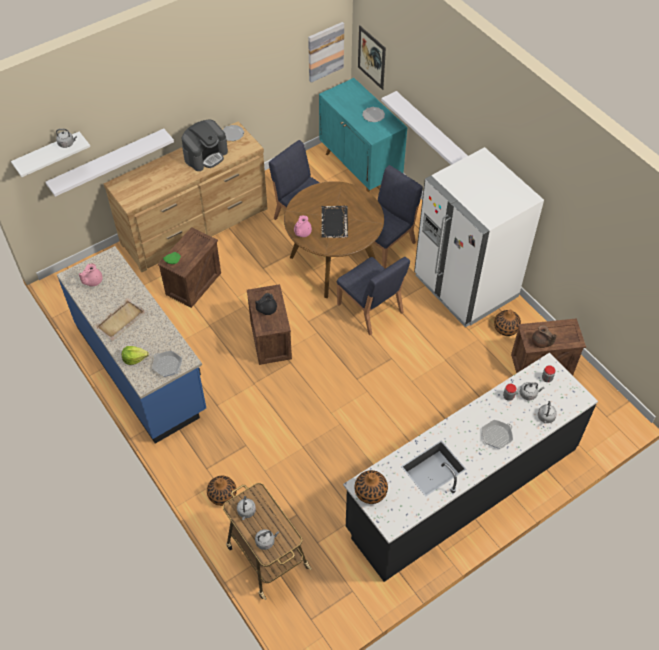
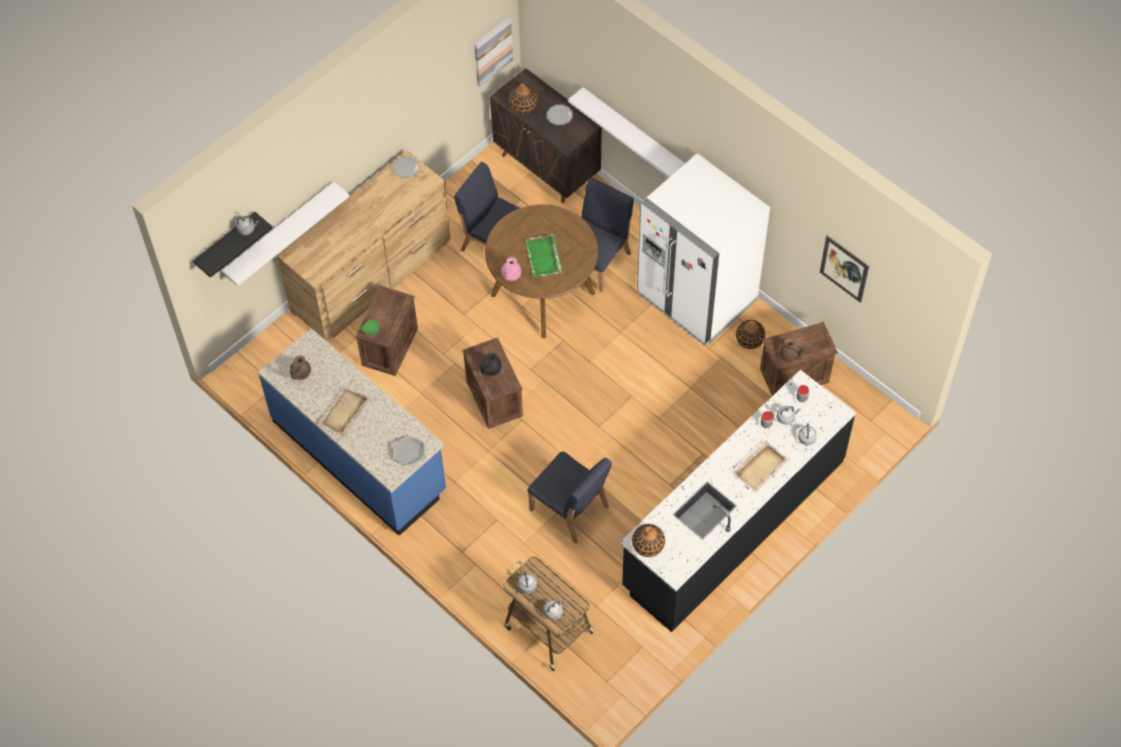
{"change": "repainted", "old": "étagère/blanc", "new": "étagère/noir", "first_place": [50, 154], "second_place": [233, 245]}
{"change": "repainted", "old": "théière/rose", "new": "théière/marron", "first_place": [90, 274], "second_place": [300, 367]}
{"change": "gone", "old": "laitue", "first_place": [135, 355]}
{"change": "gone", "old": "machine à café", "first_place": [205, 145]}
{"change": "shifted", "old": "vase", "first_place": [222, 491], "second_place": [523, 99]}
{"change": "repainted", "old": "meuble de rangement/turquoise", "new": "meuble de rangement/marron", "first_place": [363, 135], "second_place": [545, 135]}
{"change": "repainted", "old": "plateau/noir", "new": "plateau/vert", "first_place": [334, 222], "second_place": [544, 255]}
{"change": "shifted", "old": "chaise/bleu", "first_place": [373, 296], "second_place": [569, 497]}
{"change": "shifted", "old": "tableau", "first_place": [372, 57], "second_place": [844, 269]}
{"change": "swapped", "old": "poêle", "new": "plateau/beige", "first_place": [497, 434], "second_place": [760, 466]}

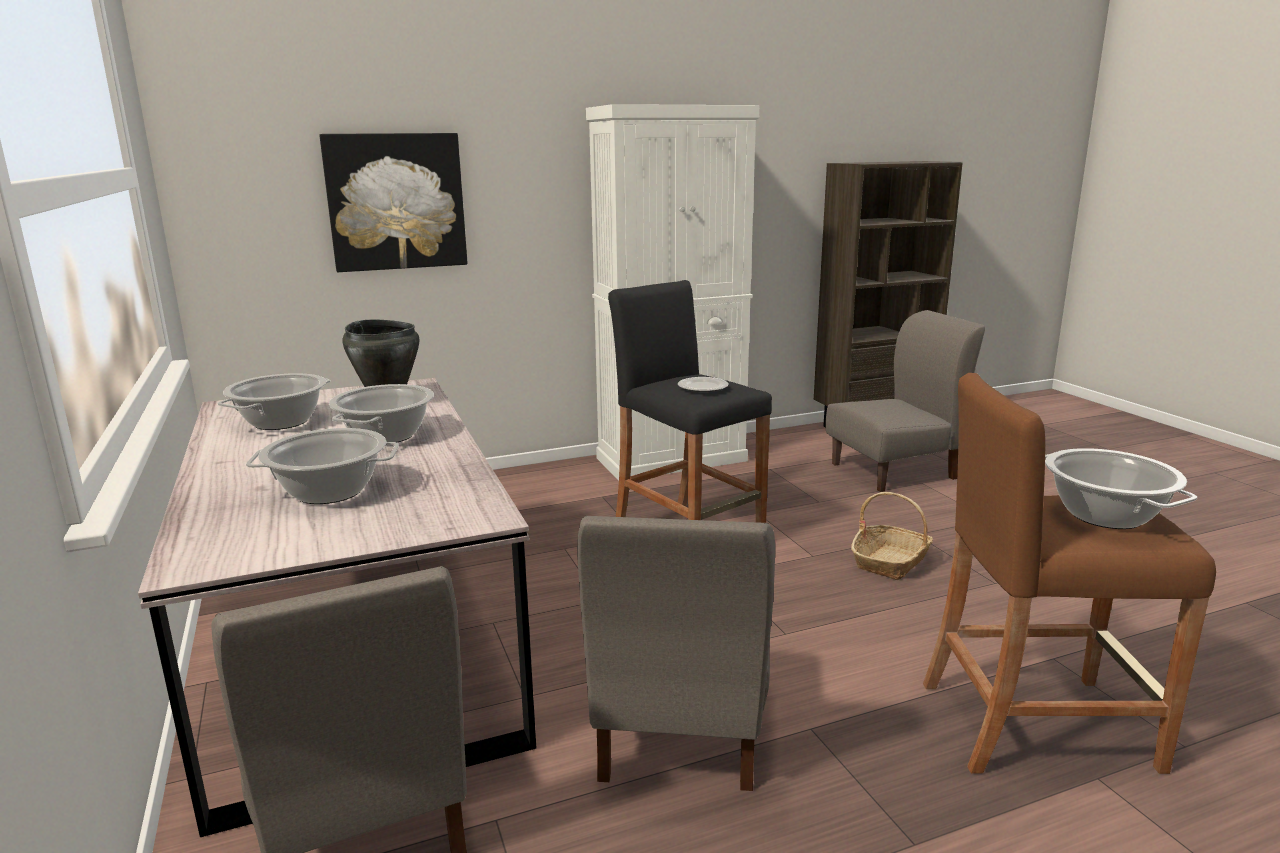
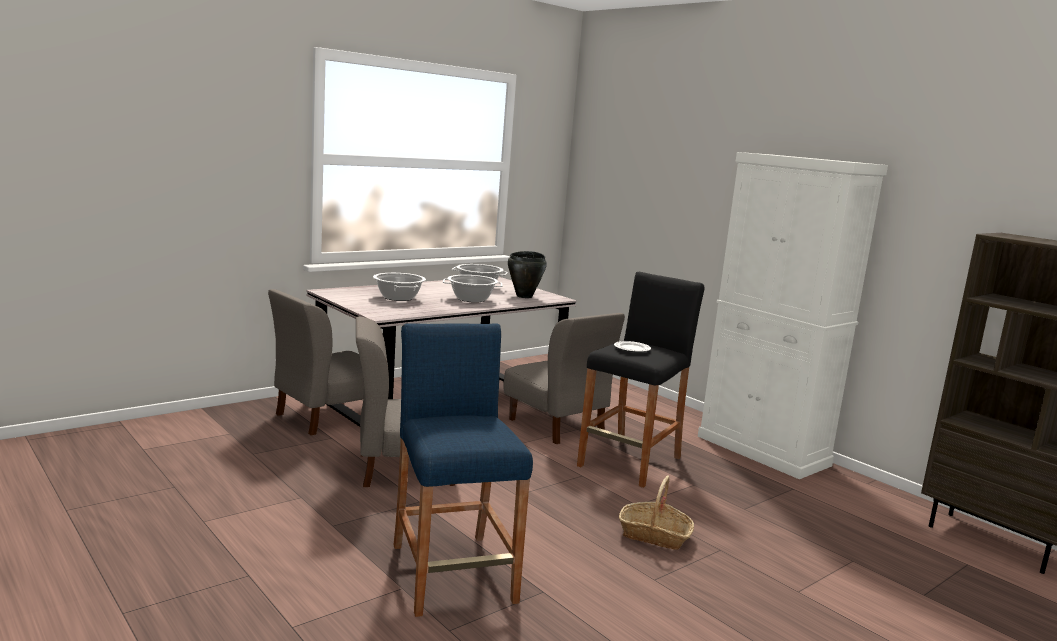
{"change": "gone", "old": "tableau", "first_place": [393, 202]}
{"change": "shifted", "old": "chaise/gris", "first_place": [905, 401], "second_place": [564, 378]}
{"change": "repainted", "old": "tabouret/marron", "new": "tabouret/bleu", "first_place": [1069, 573], "second_place": [463, 470]}
{"change": "gone", "old": "marmite", "first_place": [1121, 488]}

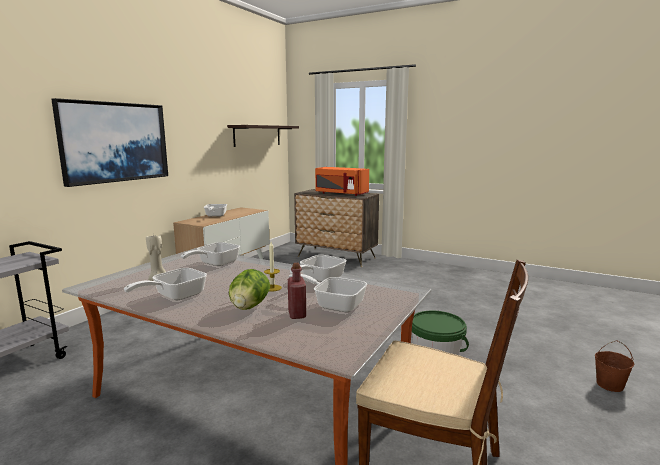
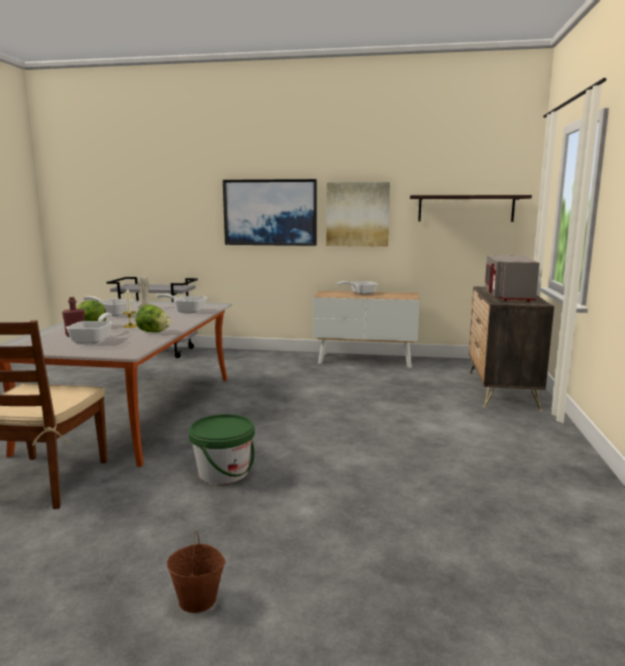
{"change": "swapped", "old": "poêle", "new": "laitue", "first_place": [318, 268], "second_place": [153, 319]}
{"change": "repainted", "old": "micro-ondes/orange", "new": "micro-ondes/gris", "first_place": [342, 181], "second_place": [512, 278]}
{"change": "new", "new": "tableau", "second_place": [358, 214]}

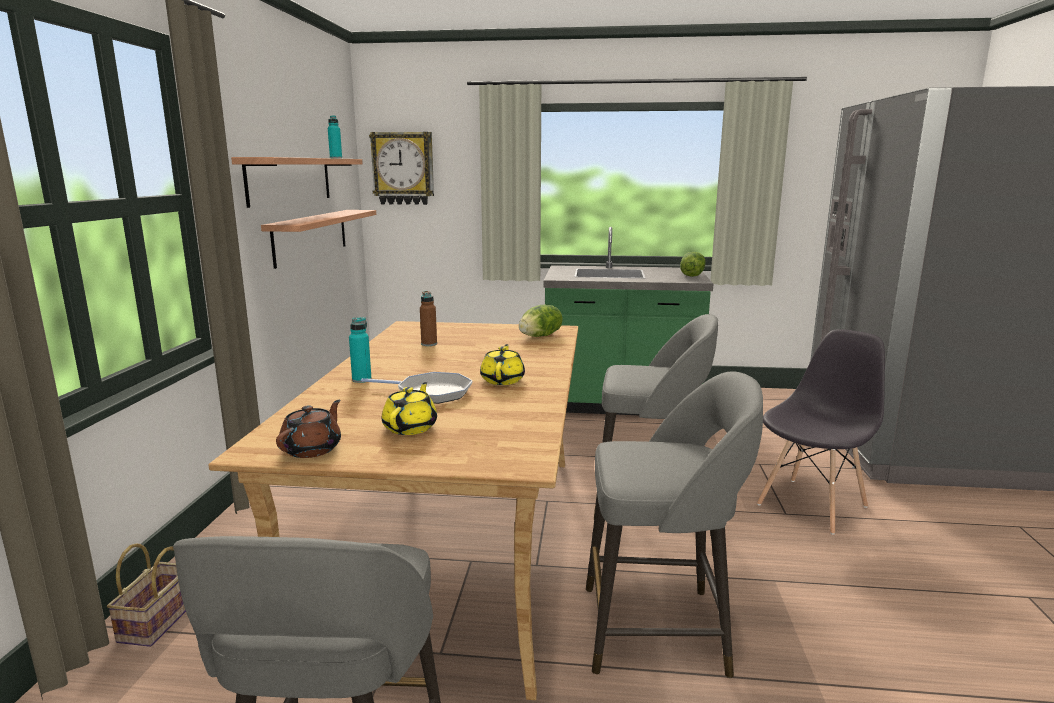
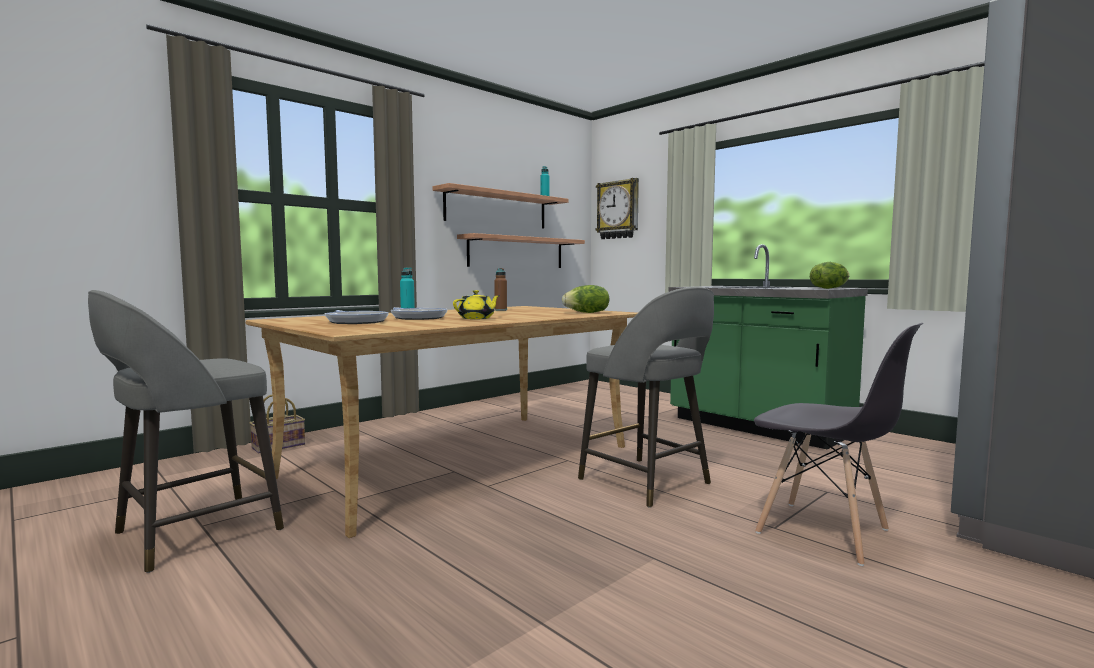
{"change": "gone", "old": "théière/marron", "first_place": [308, 429]}
{"change": "swapped", "old": "théière/jaune", "new": "poêle", "first_place": [409, 408], "second_place": [357, 317]}
{"change": "gone", "old": "tabouret/gris", "first_place": [674, 525]}
{"change": "rotated", "old": "chaise/gris", "first_place": [821, 432], "second_place": [838, 444], "degrees": 45}

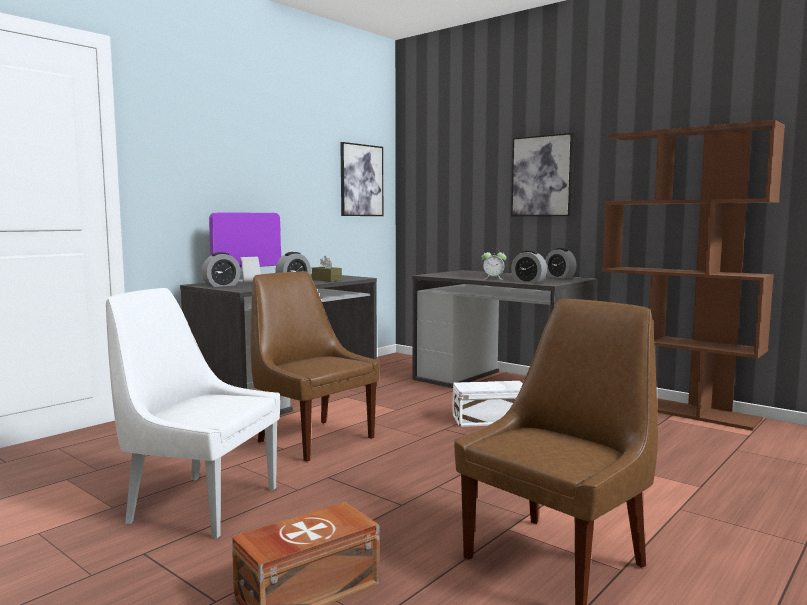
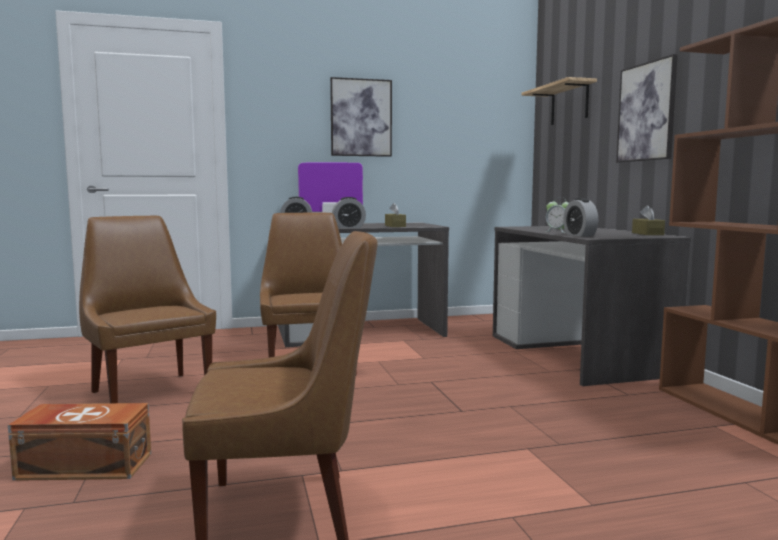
{"change": "repainted", "old": "chaise/blanc", "new": "chaise/marron", "first_place": [193, 413], "second_place": [147, 309]}
{"change": "shifted", "old": "tableau", "first_place": [361, 179], "second_place": [361, 117]}
{"change": "gone", "old": "boîte de rangement/blanc", "first_place": [487, 404]}
{"change": "swapped", "old": "réveil", "new": "boîte à mouchoirs/marron", "first_place": [561, 263], "second_place": [648, 220]}
{"change": "new", "new": "étagère", "second_place": [559, 101]}

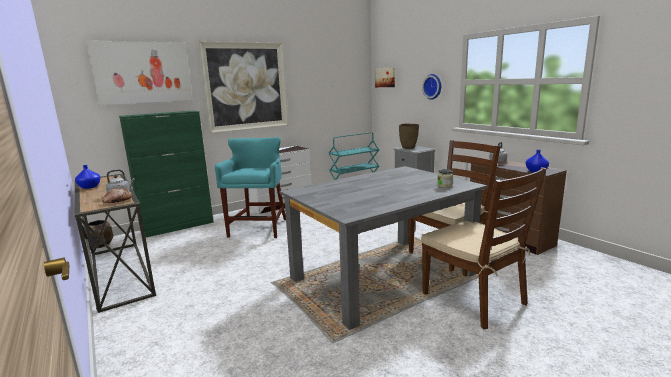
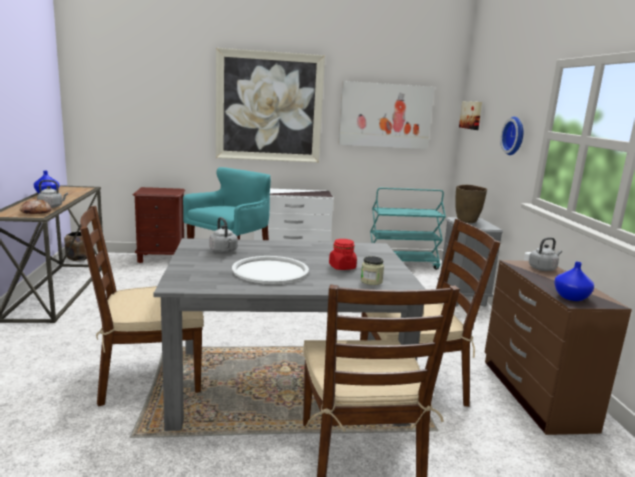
{"change": "shifted", "old": "tableau", "first_place": [139, 73], "second_place": [386, 115]}
{"change": "swapped", "old": "meuble de rangement/vert", "new": "table de chevet/marron", "first_place": [166, 174], "second_place": [159, 225]}
{"change": "new", "new": "chaise/marron", "second_place": [142, 306]}
{"change": "new", "new": "bouilloire/gris", "second_place": [223, 235]}
{"change": "new", "new": "plateau/blanc", "second_place": [270, 270]}
{"change": "new", "new": "bocal/rouge", "second_place": [343, 254]}

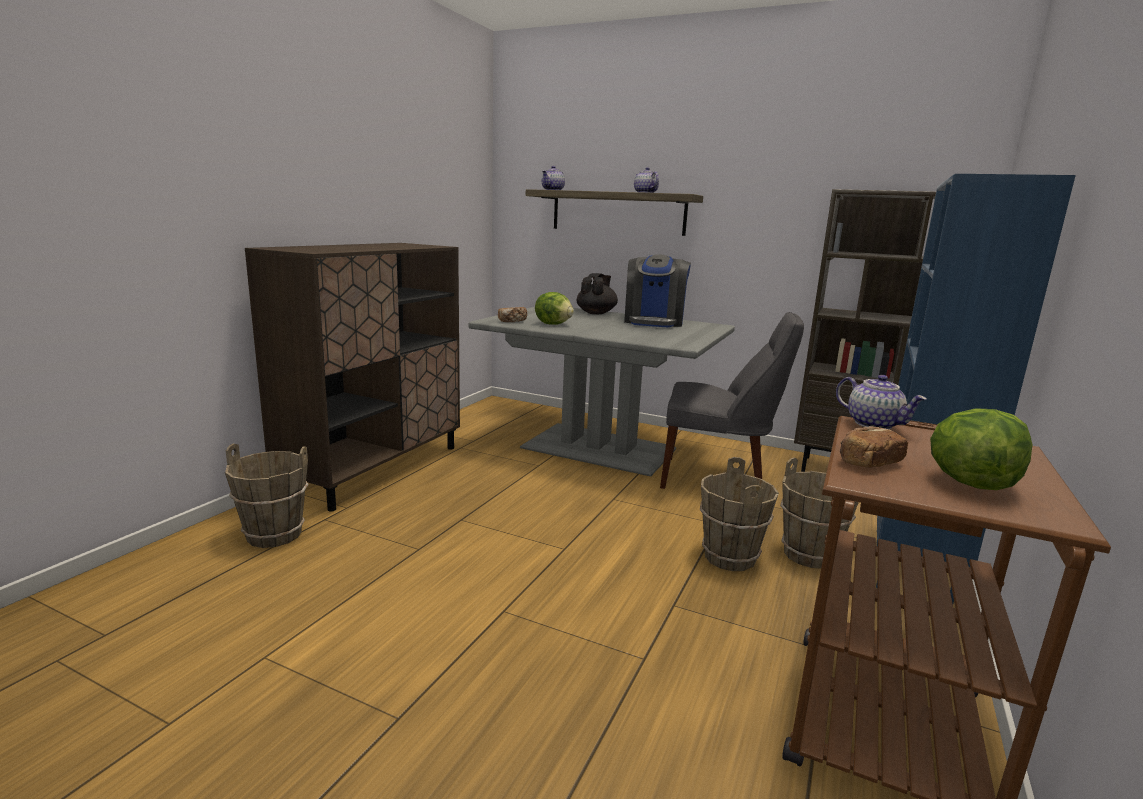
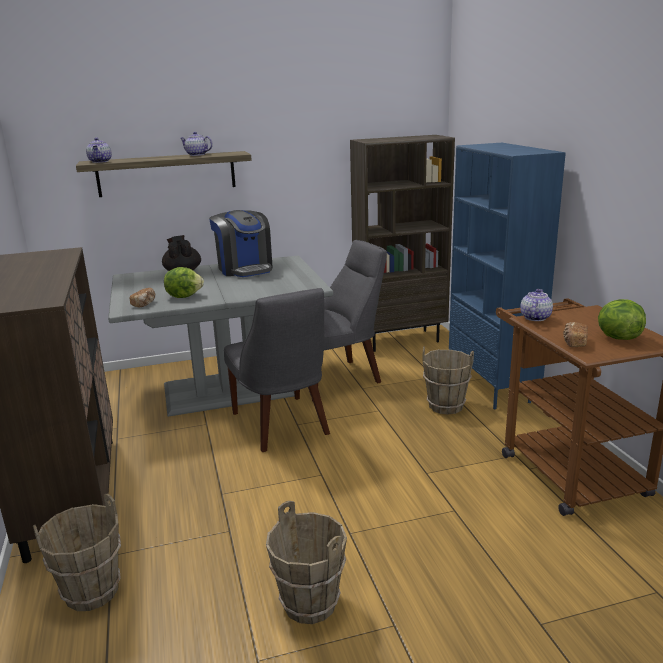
{"change": "shifted", "old": "seau/marron", "first_place": [739, 514], "second_place": [306, 562]}
{"change": "rotated", "old": "théière", "first_place": [881, 402], "second_place": [536, 305], "degrees": -75}
{"change": "new", "new": "chaise/gris", "second_place": [277, 370]}

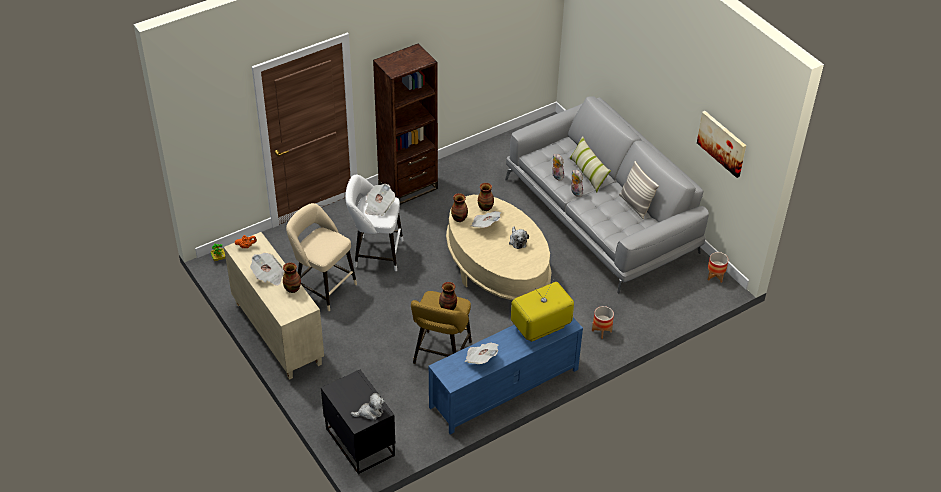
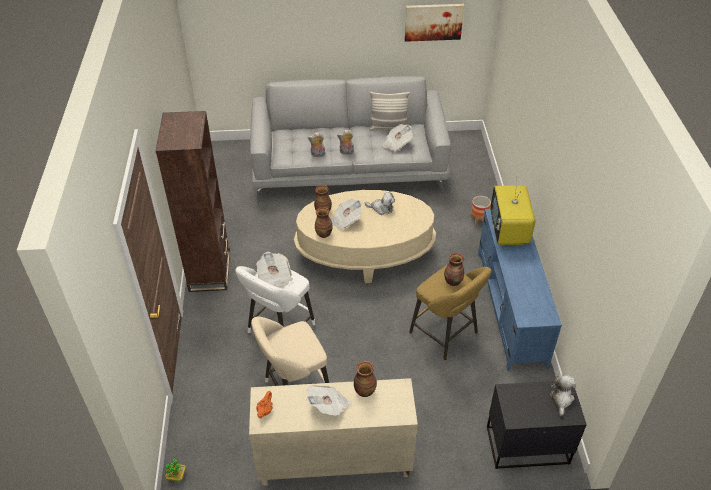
{"change": "shifted", "old": "journal", "first_place": [481, 353], "second_place": [397, 138]}
{"change": "gone", "old": "coussin", "first_place": [590, 164]}
{"change": "gone", "old": "cache-pot", "first_place": [718, 267]}

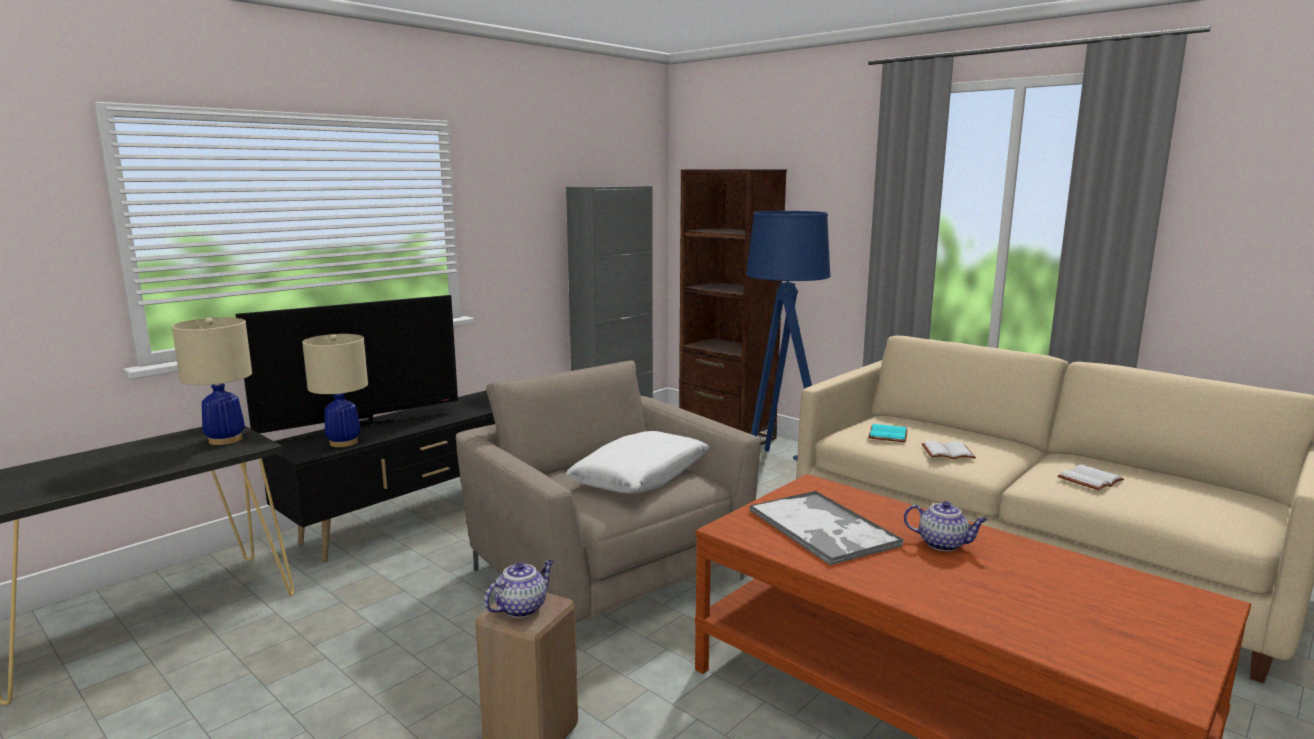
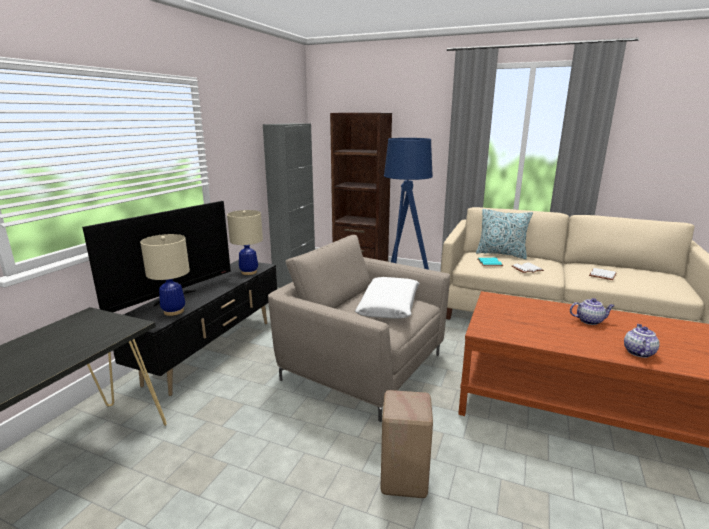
{"change": "shifted", "old": "lampe de table/beige", "first_place": [212, 381], "second_place": [245, 242]}
{"change": "shifted", "old": "théière", "first_place": [519, 589], "second_place": [642, 341]}
{"change": "gone", "old": "plateau", "first_place": [827, 528]}
{"change": "new", "new": "coussin", "second_place": [504, 234]}

